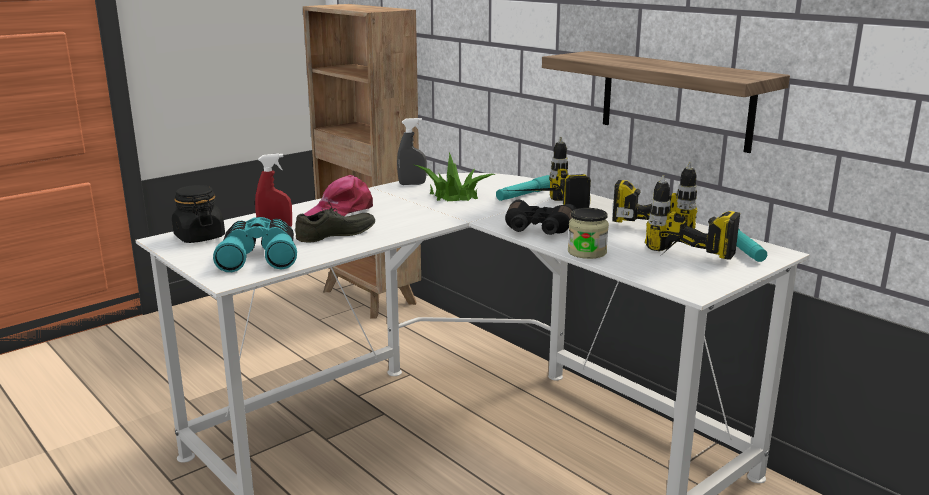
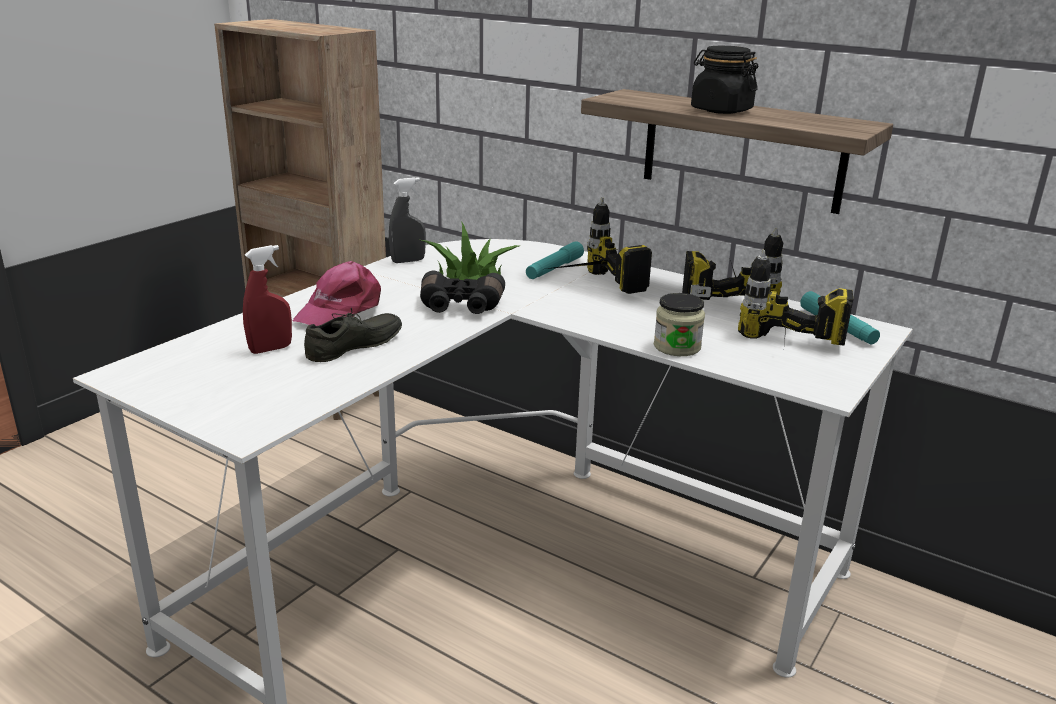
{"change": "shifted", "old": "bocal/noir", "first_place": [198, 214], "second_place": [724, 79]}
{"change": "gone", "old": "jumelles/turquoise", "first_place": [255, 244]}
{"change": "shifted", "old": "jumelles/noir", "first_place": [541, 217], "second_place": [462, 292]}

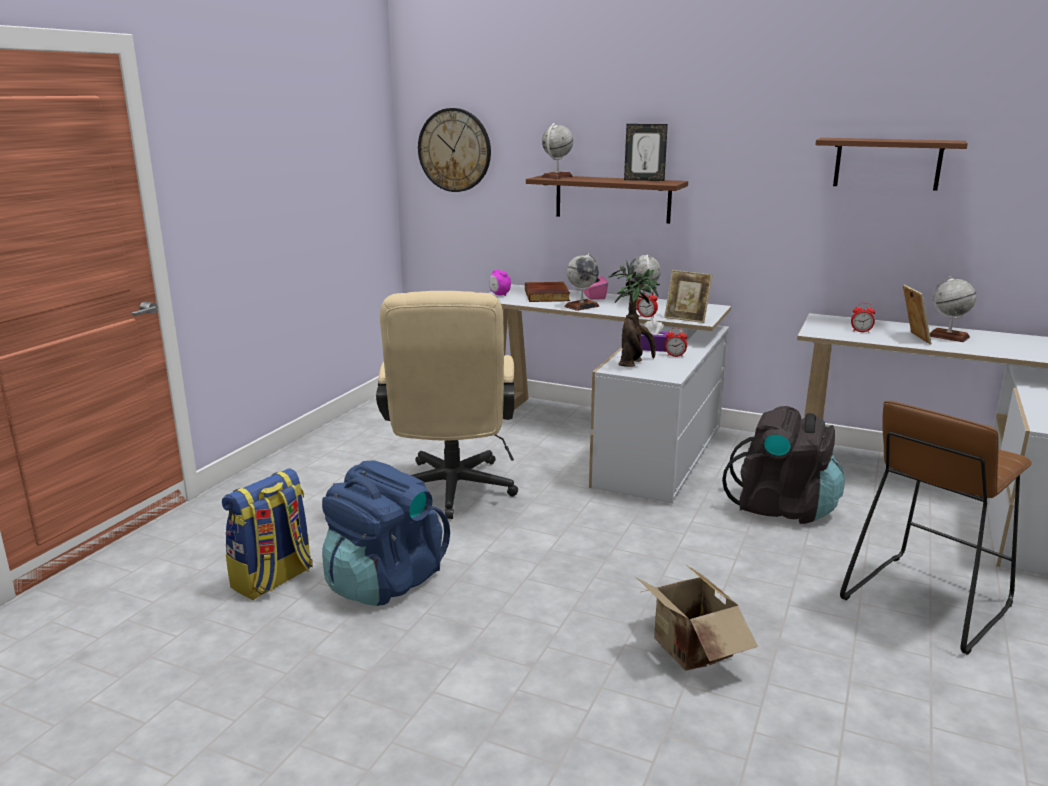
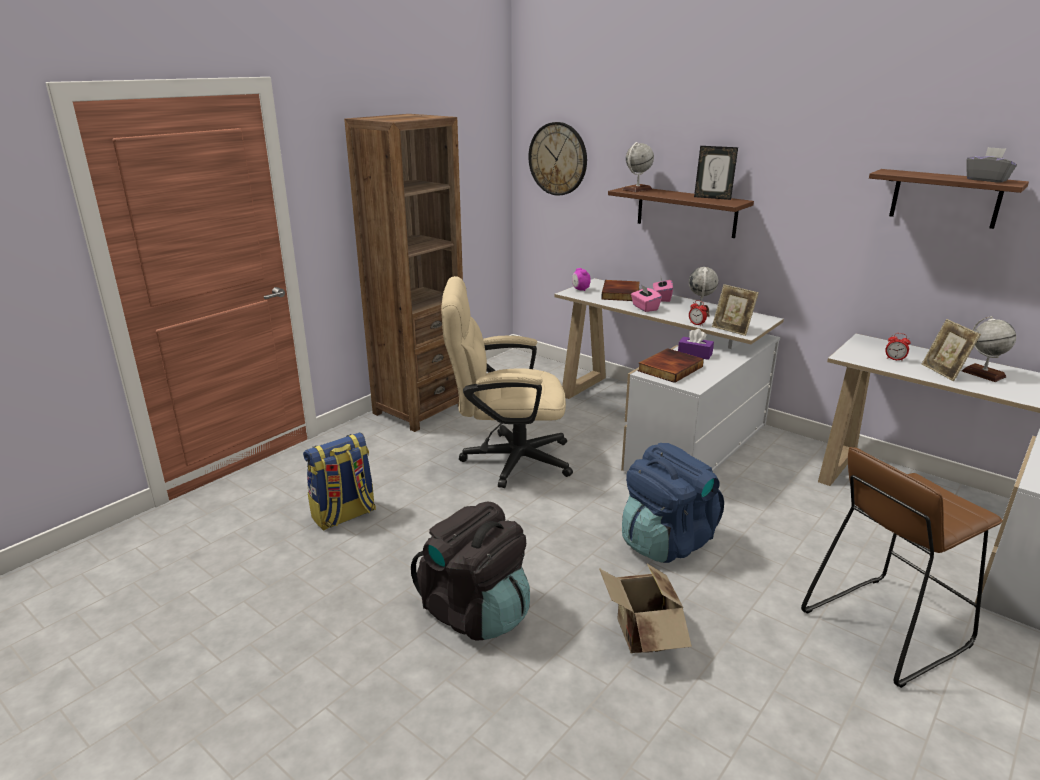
{"change": "shifted", "old": "sac à dos/bleu", "first_place": [386, 533], "second_place": [673, 503]}
{"change": "rotated", "old": "chaise de bureau/beige", "first_place": [447, 405], "second_place": [507, 382], "degrees": 75}
{"change": "swapped", "old": "globe", "new": "boîte à mouchoirs/rose", "first_place": [581, 282], "second_place": [646, 298]}
{"change": "swapped", "old": "plante en pot", "new": "livre", "first_place": [634, 314], "second_place": [671, 365]}
{"change": "gone", "old": "réveil", "first_place": [676, 342]}
{"change": "shifted", "old": "sac à dos/noir", "first_place": [783, 465], "second_place": [470, 571]}
{"change": "rotated", "old": "cadre photo", "first_place": [917, 314], "second_place": [951, 350], "degrees": 150}
{"change": "new", "new": "bibliothèque/marron", "second_place": [403, 273]}
{"change": "new", "new": "boîte à mouchoirs/gris", "second_place": [991, 164]}

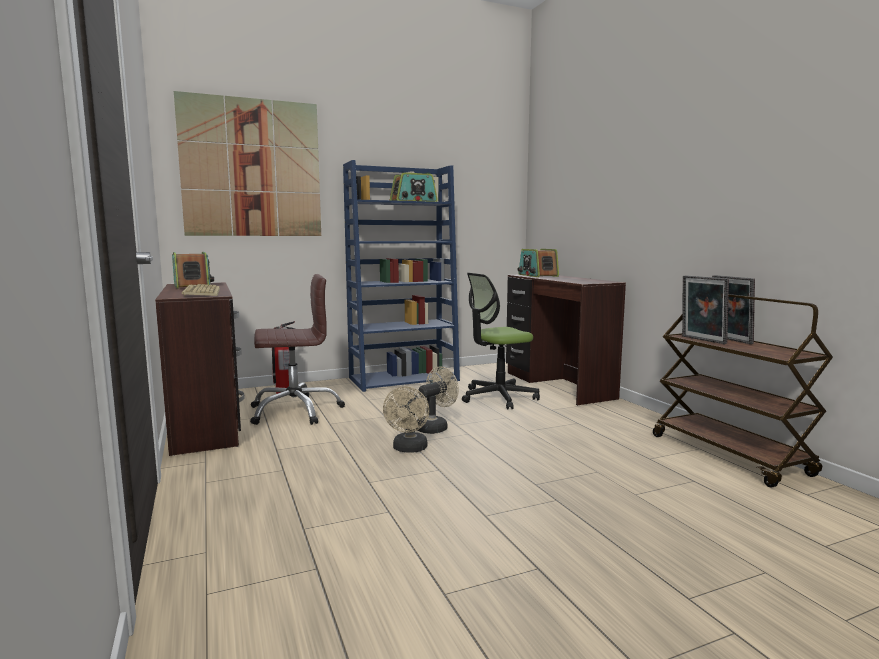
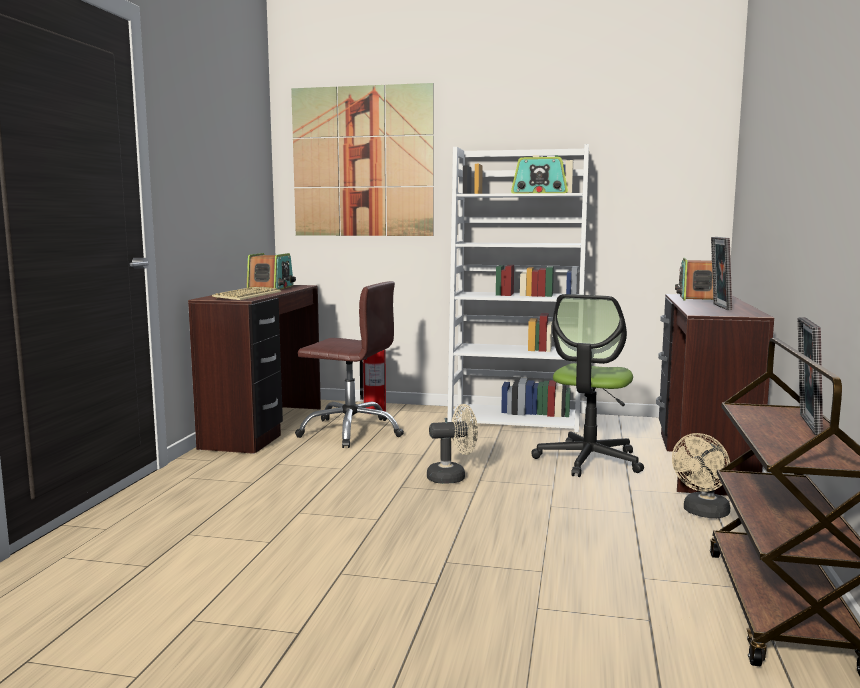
{"change": "repainted", "old": "bibliothèque/bleu", "new": "bibliothèque/blanc", "first_place": [401, 276], "second_place": [518, 288]}
{"change": "shifted", "old": "ventilateur/beige", "first_place": [406, 419], "second_place": [701, 475]}
{"change": "rotated", "old": "chaise de bureau", "first_place": [501, 341], "second_place": [587, 385], "degrees": -75}
{"change": "shifted", "old": "cadre photo", "first_place": [705, 309], "second_place": [721, 273]}

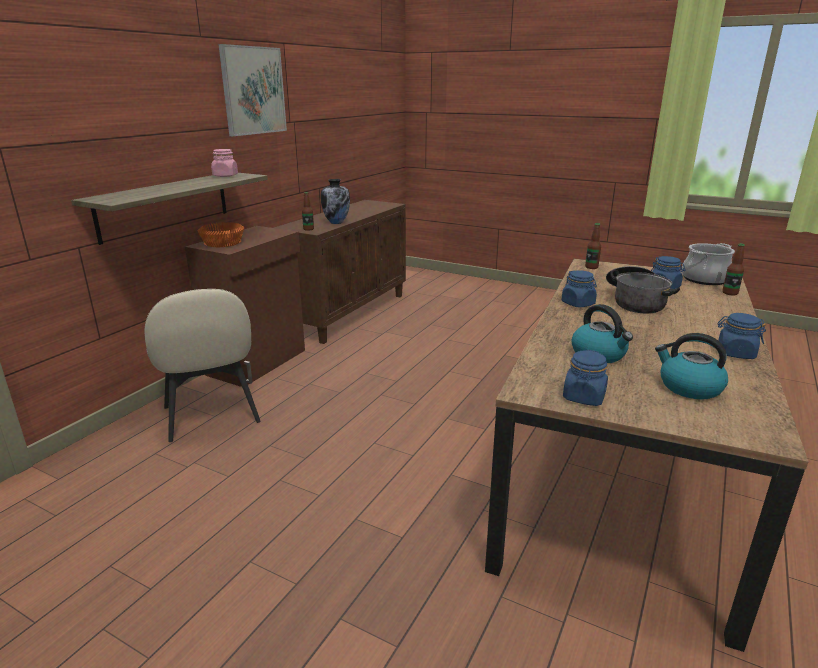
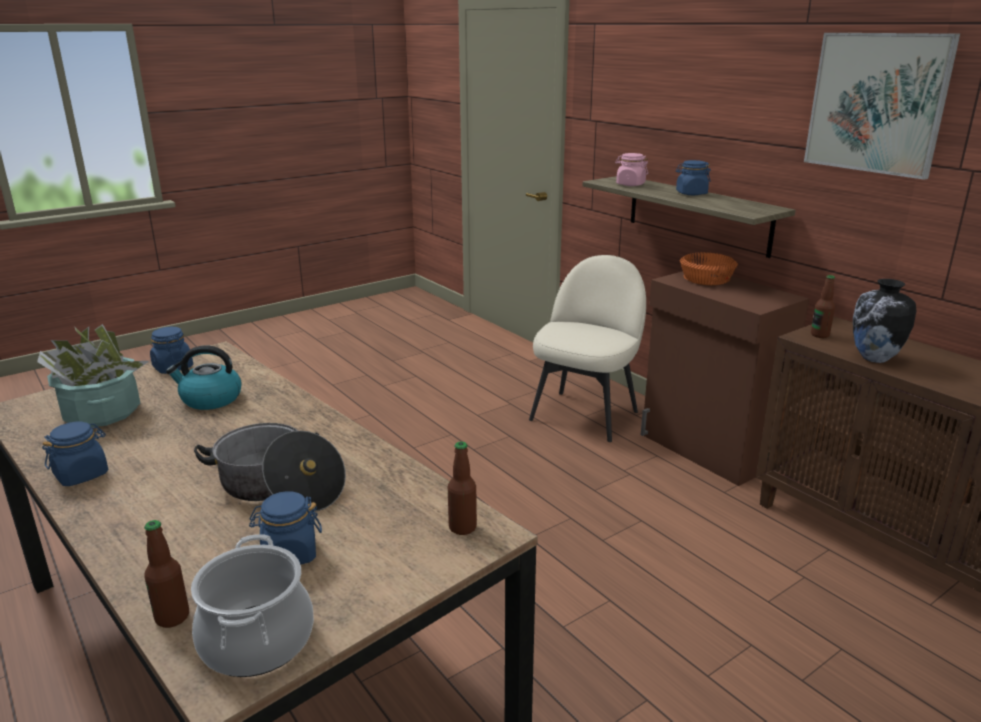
{"change": "rotated", "old": "chaise/beige", "first_place": [203, 365], "second_place": [587, 348], "degrees": 120}
{"change": "shifted", "old": "bocal/rose", "first_place": [224, 163], "second_place": [631, 169]}
{"change": "shifted", "old": "bocal/bleu", "first_place": [579, 289], "second_place": [693, 177]}
{"change": "swapped", "old": "bouilloire", "new": "plante en pot", "first_place": [691, 366], "second_place": [93, 375]}

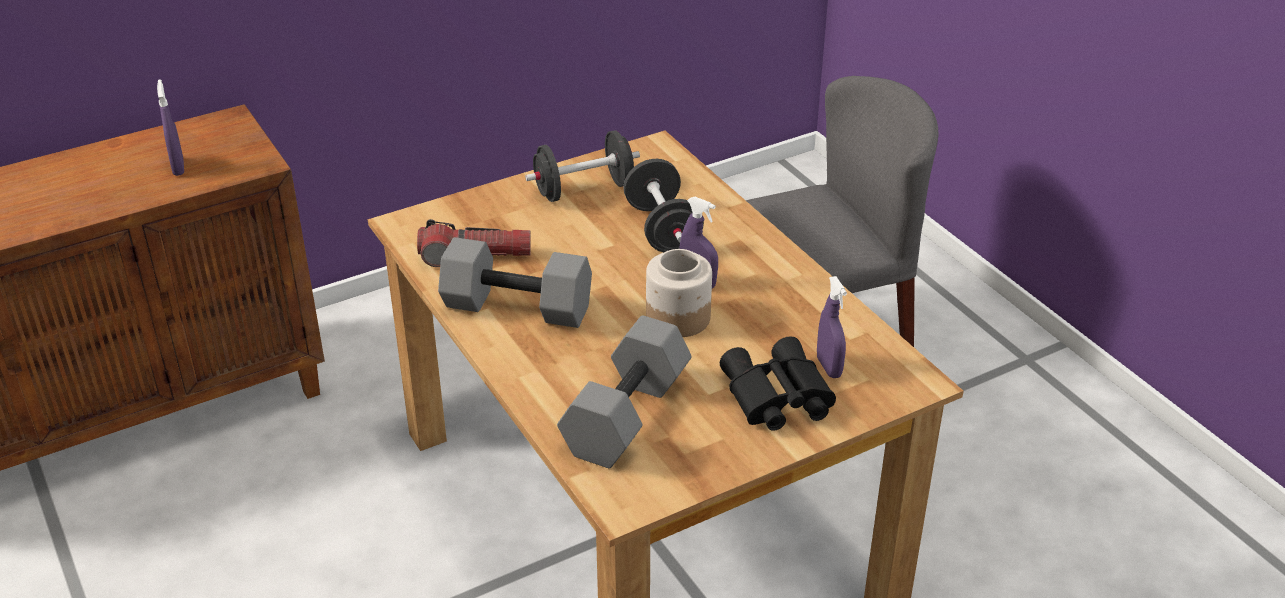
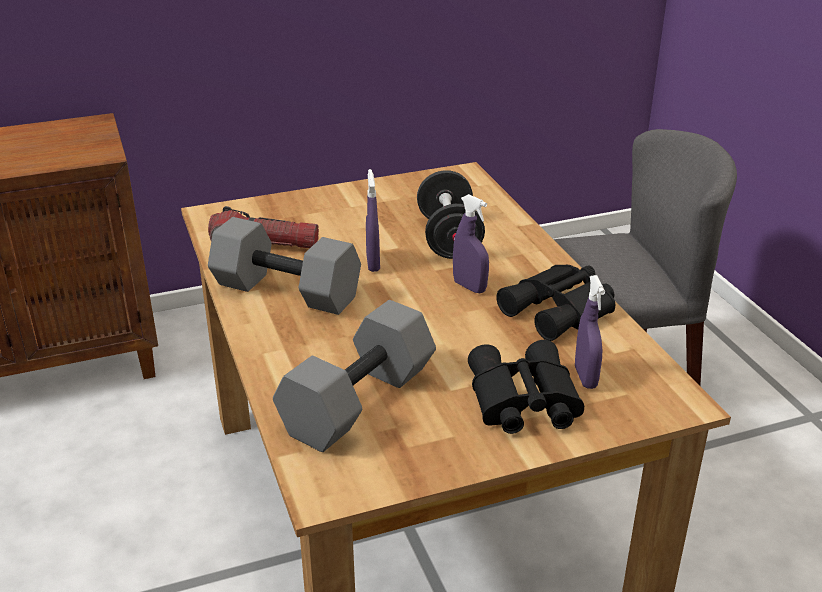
{"change": "shifted", "old": "vaporisateur/violet", "first_place": [170, 128], "second_place": [373, 220]}
{"change": "gone", "old": "haltère/noir", "first_place": [582, 166]}
{"change": "gone", "old": "bocal", "first_place": [679, 293]}
{"change": "new", "new": "jumelles/noir", "second_place": [555, 303]}

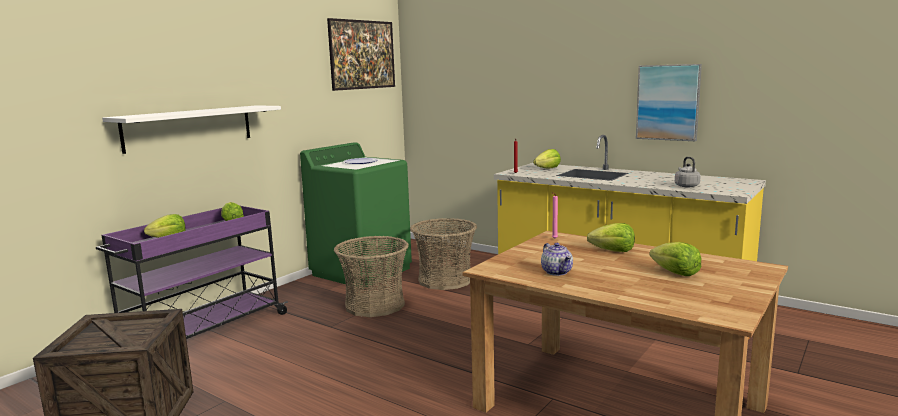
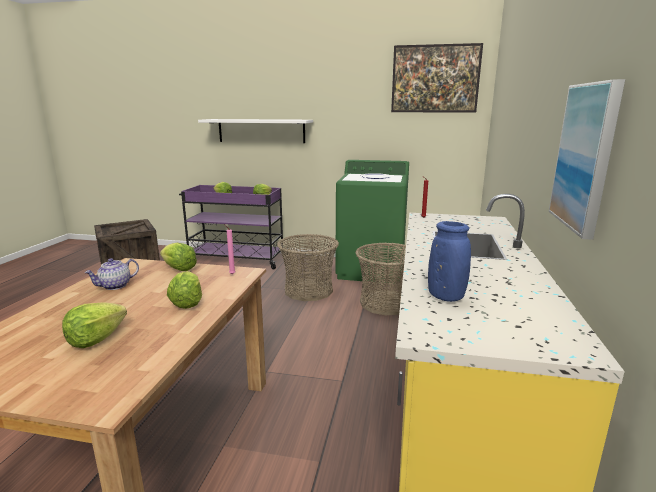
{"change": "shifted", "old": "laitue", "first_place": [547, 159], "second_place": [178, 257]}
{"change": "swapped", "old": "bouilloire/gris", "new": "vase/bleu", "first_place": [688, 172], "second_place": [449, 261]}

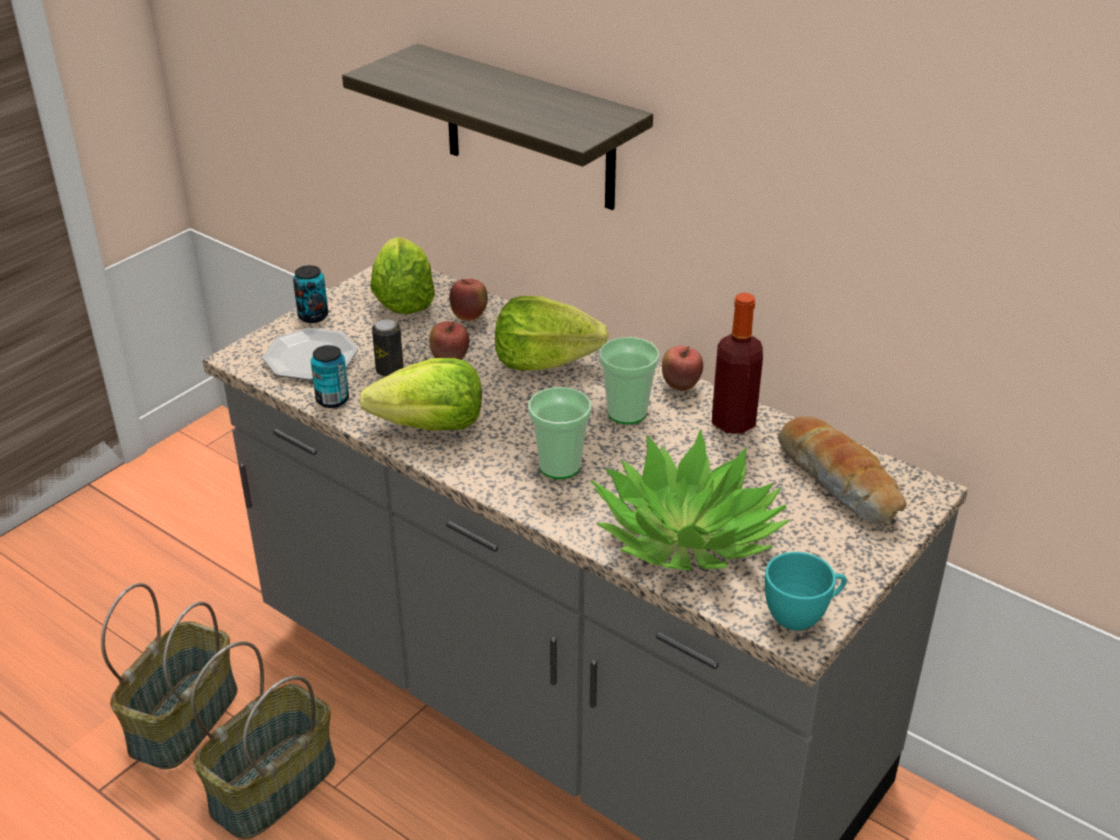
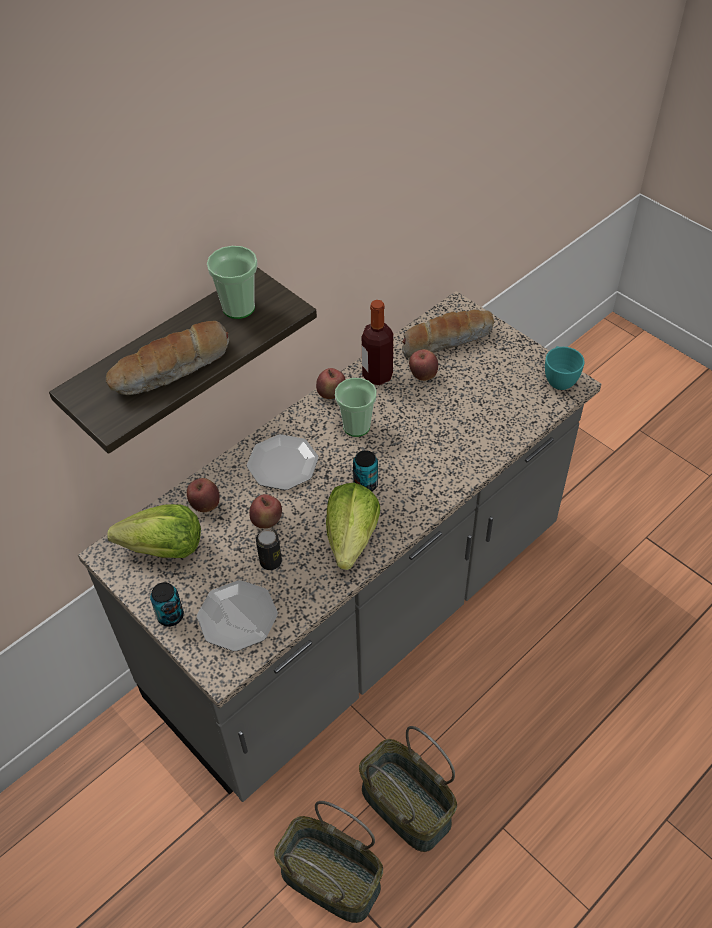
{"change": "shifted", "old": "boîte métallique", "first_place": [330, 376], "second_place": [365, 470]}
{"change": "swapped", "old": "laitue", "new": "assiette", "first_place": [552, 333], "second_place": [283, 462]}
{"change": "shifted", "old": "tasse", "first_place": [559, 433], "second_place": [232, 282]}
{"change": "gone", "old": "plante en pot", "first_place": [690, 499]}
{"change": "new", "new": "pain", "second_place": [167, 358]}
{"change": "new", "new": "pomme", "second_place": [423, 365]}

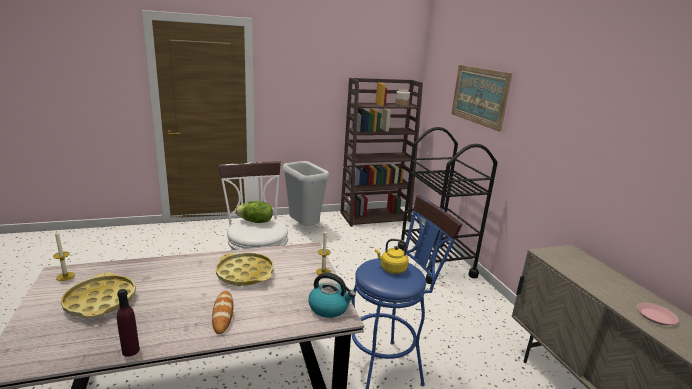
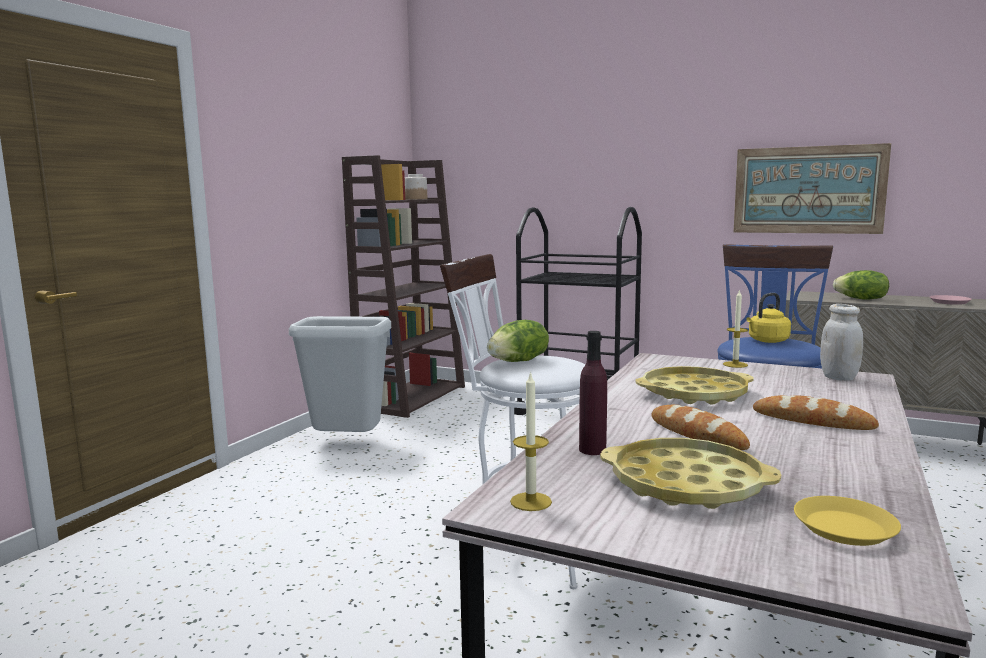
{"change": "shifted", "old": "bouteille/violet", "first_place": [128, 323], "second_place": [593, 393]}
{"change": "swapped", "old": "bouilloire", "new": "bocal/blanc", "first_place": [332, 295], "second_place": [841, 342]}
{"change": "shifted", "old": "tableau", "first_place": [482, 98], "second_place": [812, 188]}
{"change": "new", "new": "pain", "second_place": [701, 427]}
{"change": "new", "new": "assiette/jaune", "second_place": [847, 521]}
{"change": "new", "new": "laitue", "second_place": [861, 285]}

